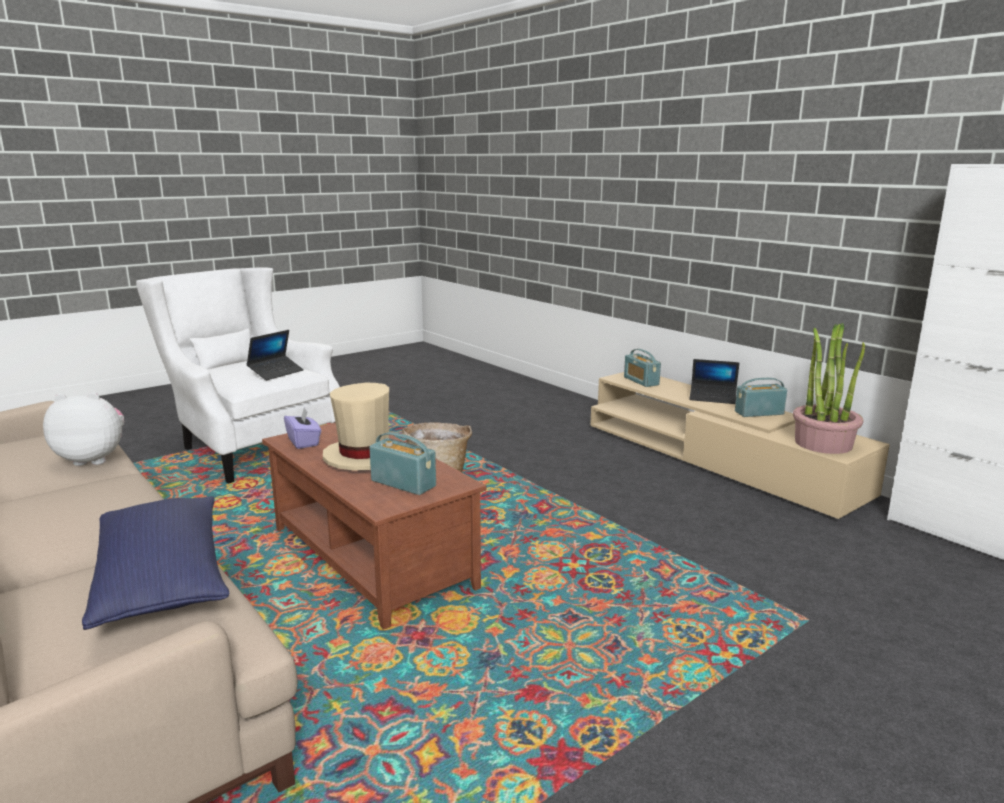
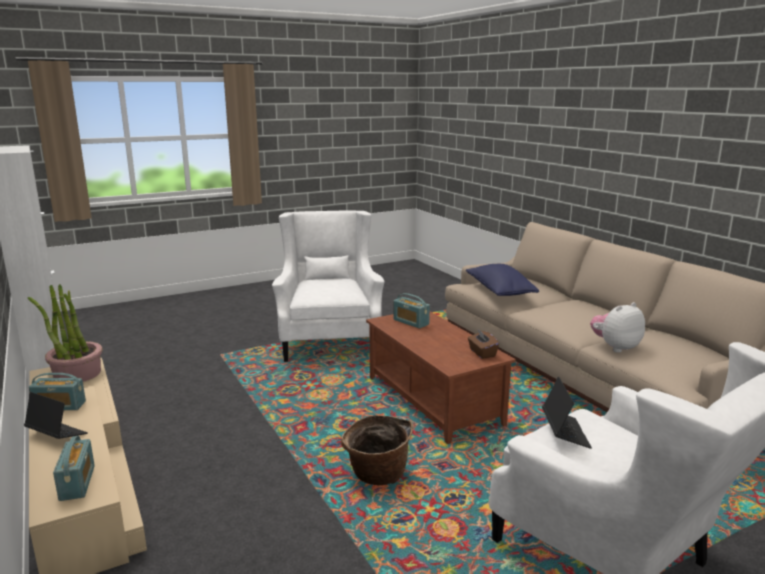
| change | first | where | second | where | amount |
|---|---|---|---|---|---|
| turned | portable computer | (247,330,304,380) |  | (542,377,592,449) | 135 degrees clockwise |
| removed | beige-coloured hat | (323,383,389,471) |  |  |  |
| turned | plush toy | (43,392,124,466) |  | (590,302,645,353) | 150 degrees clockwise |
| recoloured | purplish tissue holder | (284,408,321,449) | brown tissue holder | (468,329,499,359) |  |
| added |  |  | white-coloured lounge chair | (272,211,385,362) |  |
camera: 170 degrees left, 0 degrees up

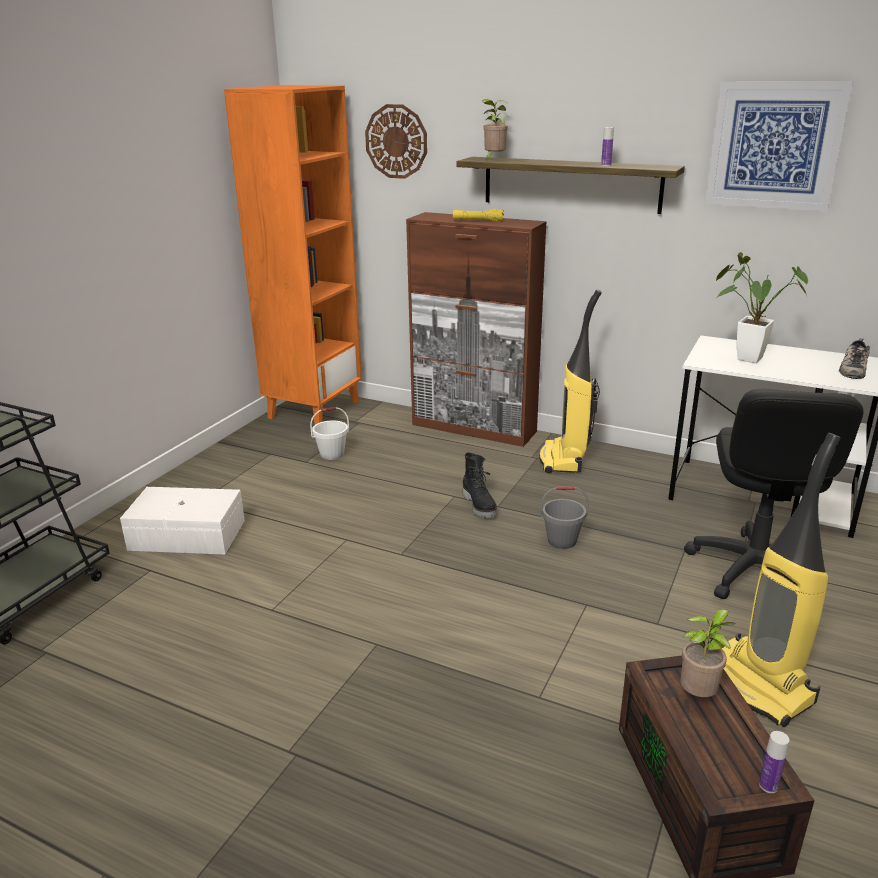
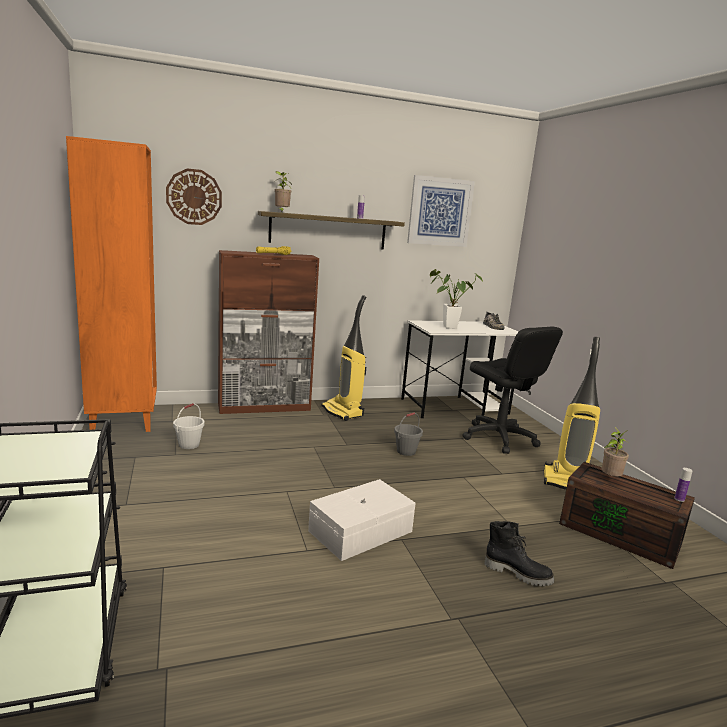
| change | first | where | second | where | amount |
|---|---|---|---|---|---|
| moved | black high-top boot | (463,452,497,518) |  | (485,521,554,586) |  |
| moved | white-coloured storage box | (120,487,245,555) |  | (308,479,416,561) |  |
camera: 45 degrees left, 10 degrees down

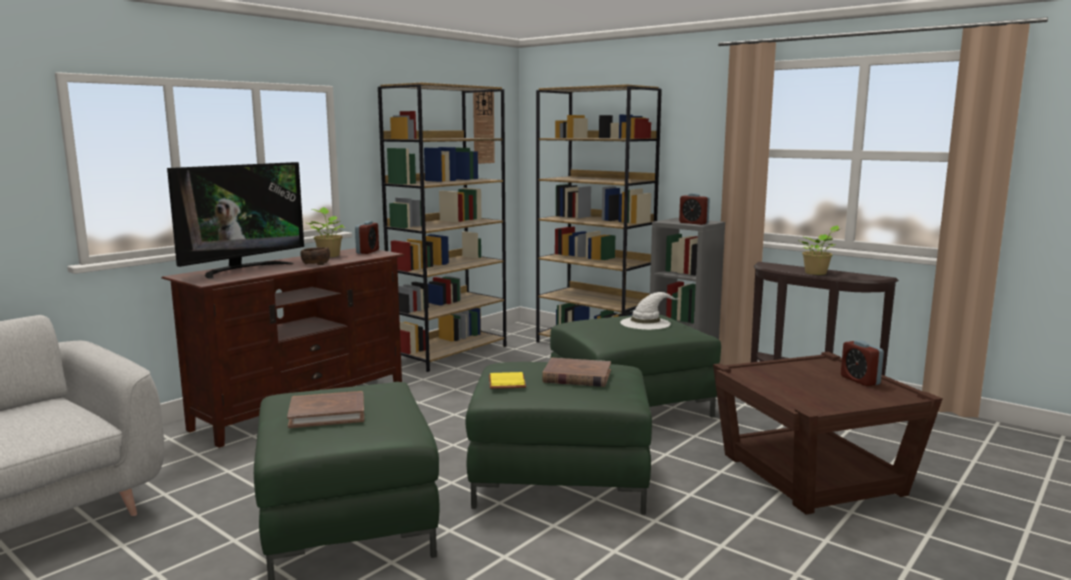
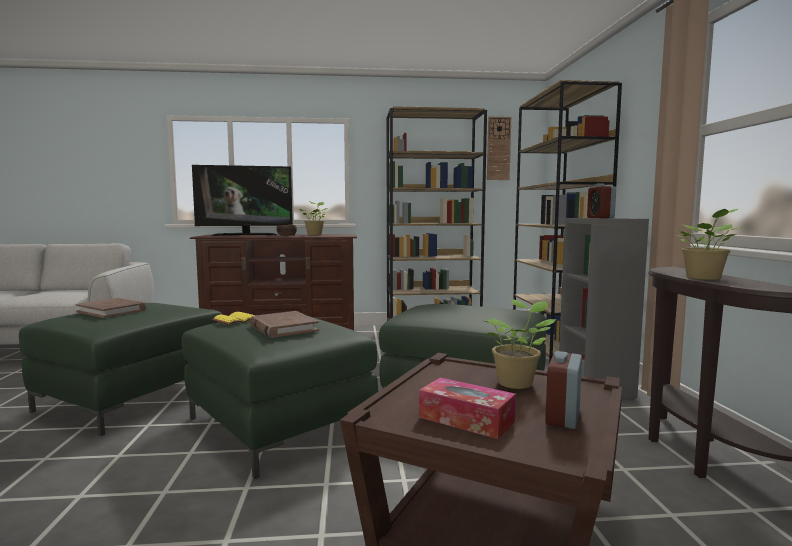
| change | first | where | second | where | amount |
|---|---|---|---|---|---|
| removed | table clock | (355,221,379,254) |  |  |  |
| removed | white-coloured hat | (620,292,680,330) |  |  |  |
| added |  |  | plant in a pot | (483,299,557,389) |  |
| added |  |  | tissue holder | (419,378,516,439) |  |
camera: 45 degrees right, 5 degrees down

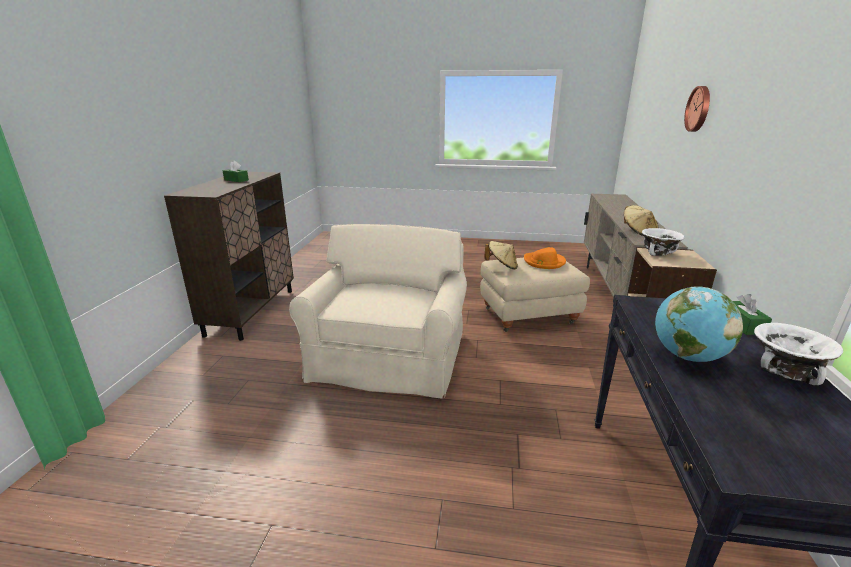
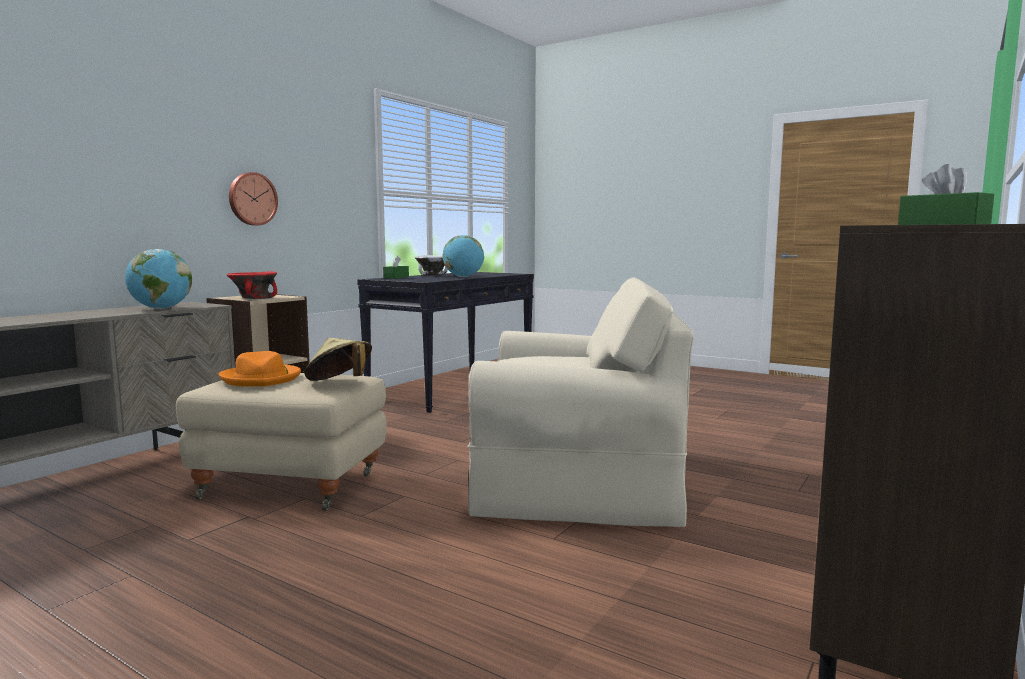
| change | first | where | second | where | amount |
|---|---|---|---|---|---|
| moved | wall clock | (684,86,710,132) |  | (229,172,278,225) |  |
| replaced | beige-coloured hat | (624,205,658,236) | world globe | (125,249,192,309) |  |
| turned | beige-coloured lounge chair | (289,224,467,399) |  | (467,277,694,527) | 120 degrees counterclockwise |
| recoloured | white-coloured serving bowl | (642,228,685,256) | reddish serving bowl | (227,271,277,299) |  |
camera: 155 degrees left, 15 degrees down

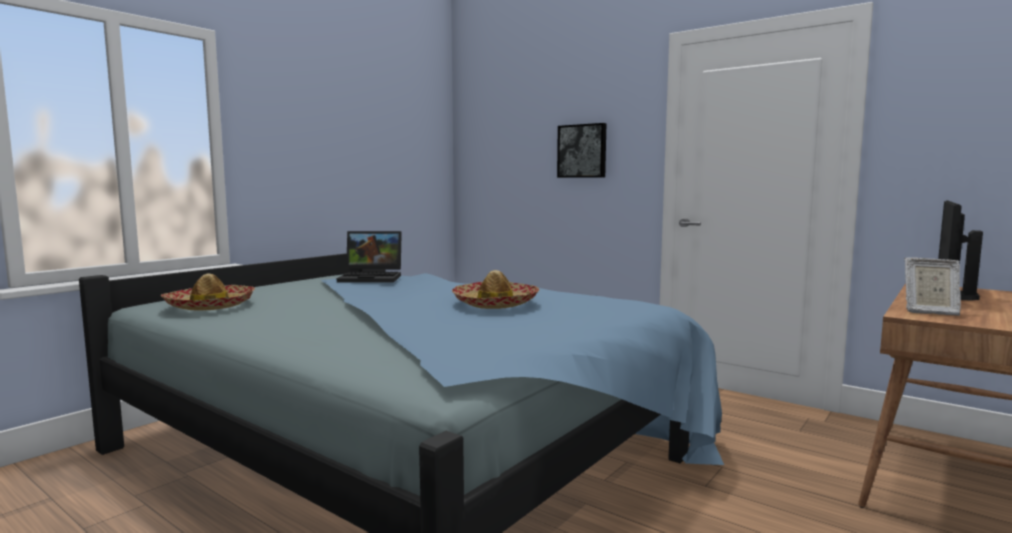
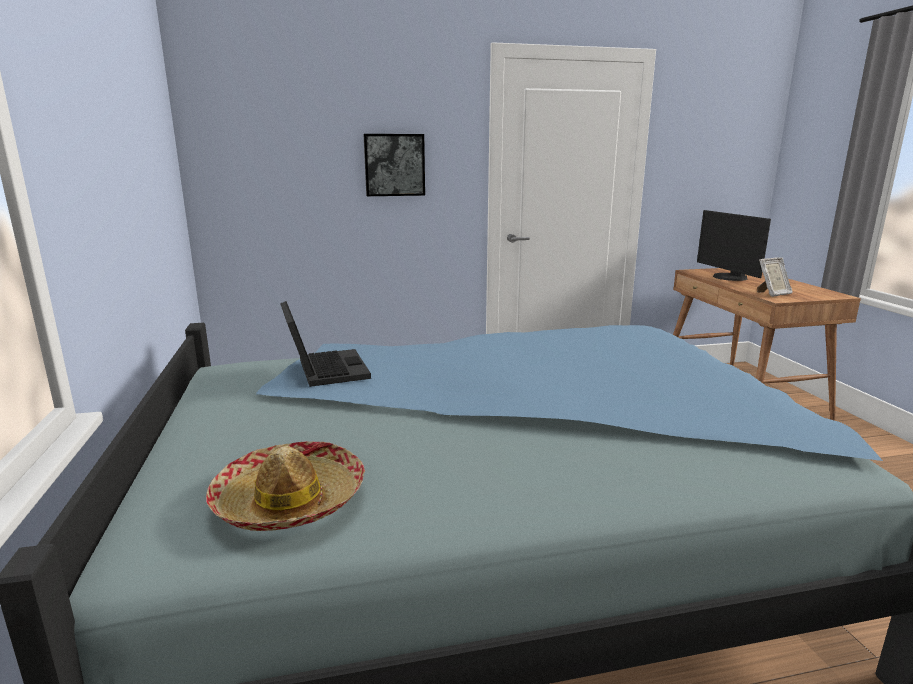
| change | first | where | second | where | amount |
|---|---|---|---|---|---|
| turned | portable computer | (337,231,402,283) |  | (280,301,371,387) | 60 degrees counterclockwise |
| removed | hat | (452,270,539,309) |  |  |  |
camera: 50 degrees left, 10 degrees up

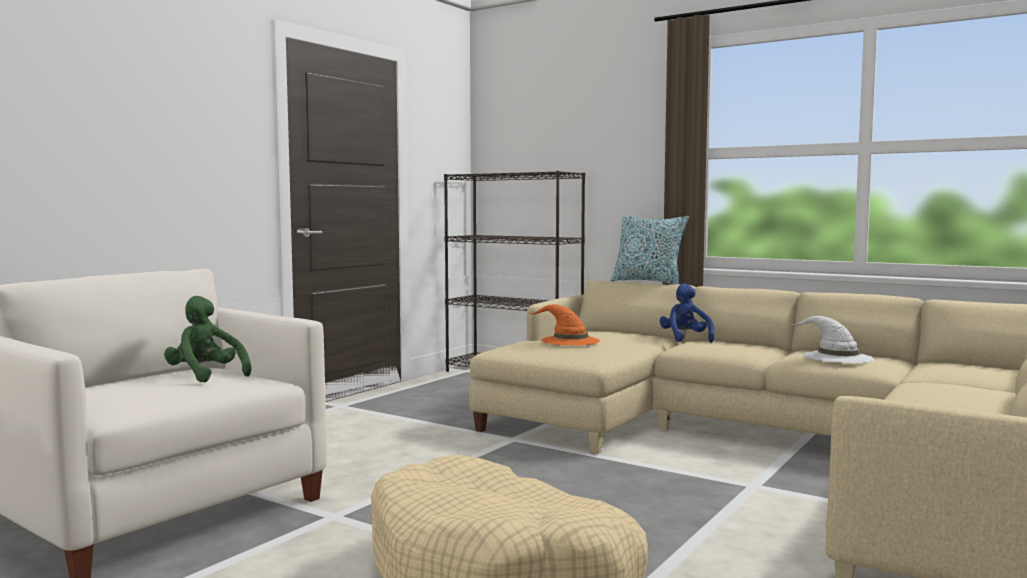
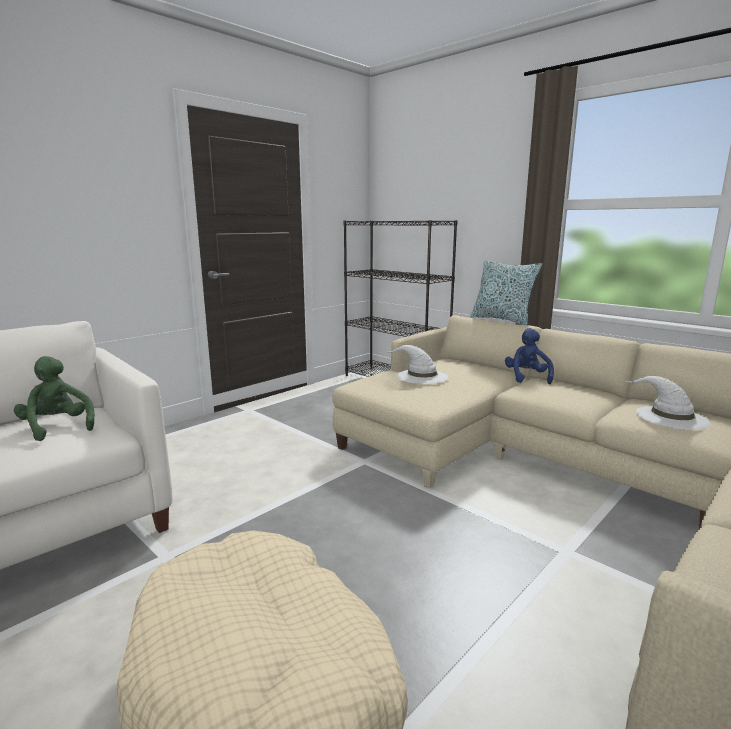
| change | first | where | second | where | amount |
|---|---|---|---|---|---|
| recoloured | orangey hat | (530,304,600,346) | white-coloured hat | (387,345,448,384) |  |
camera: 10 degrees right, 10 degrees up

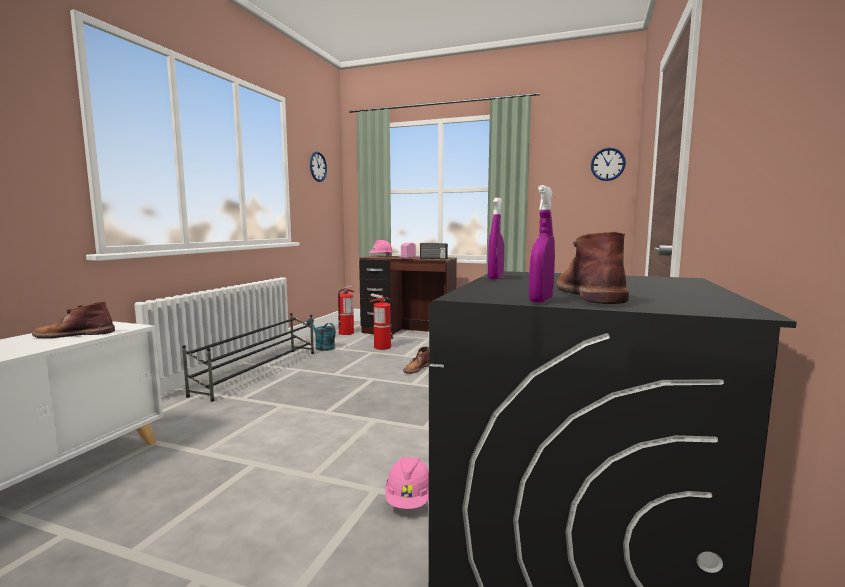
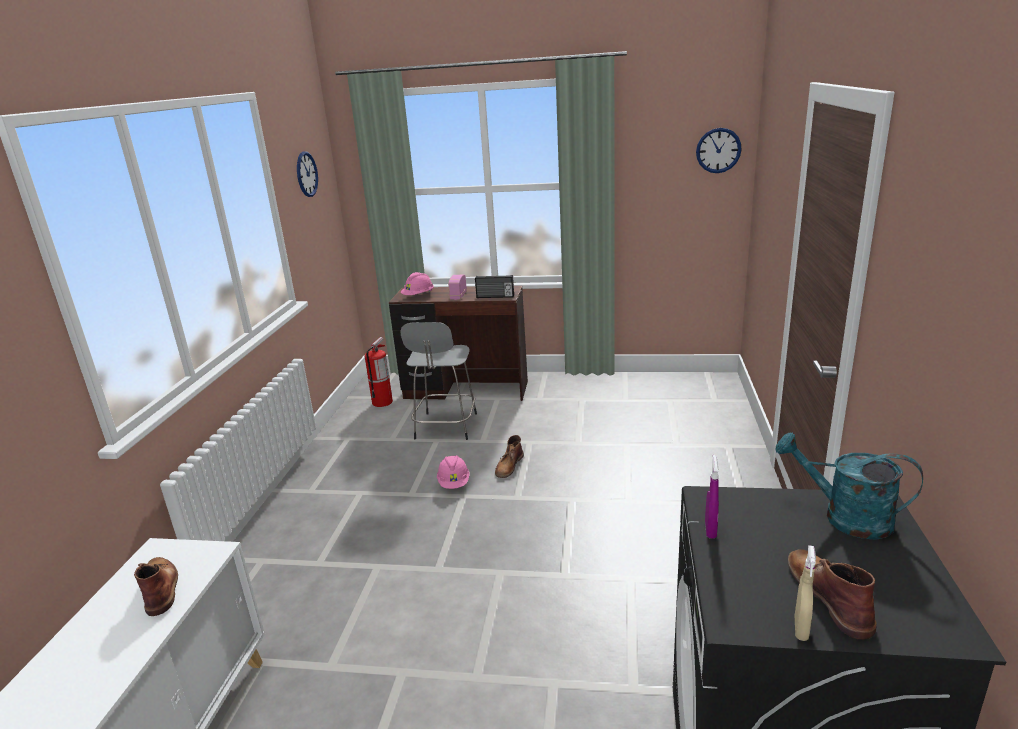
| change | first | where | second | where | amount |
|---|---|---|---|---|---|
| recoloured | purplish sprayer | (529,185,555,303) | beige-coloured sprayer | (795,545,816,641) |  |
| replaced | fire-fighting cylinder | (370,293,394,350) | greyish sitting stool | (400,322,477,440) |  |
| turned | brown high-top boot | (32,301,115,338) |  | (134,557,178,616) | 90 degrees clockwise |
| removed | black shoe rack | (182,313,314,402) |  |  |  |
| moved | turquoise-coloured sprinkling can | (306,318,336,351) |  | (775,432,923,540) |  |
| moved | pink work helmet | (385,457,429,509) |  | (437,455,470,489) |  |
camera: 10 degrees left, 15 degrees up

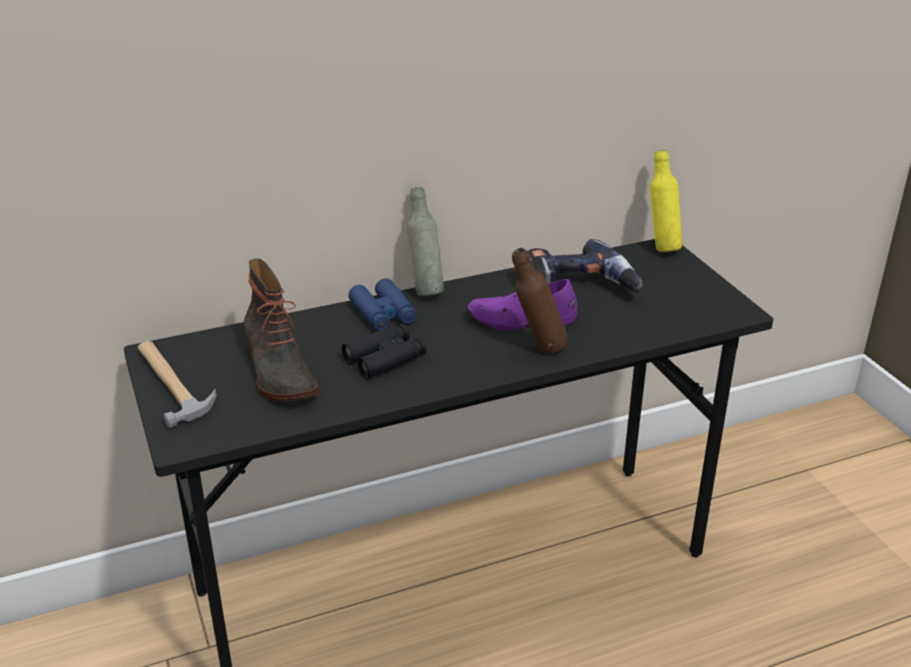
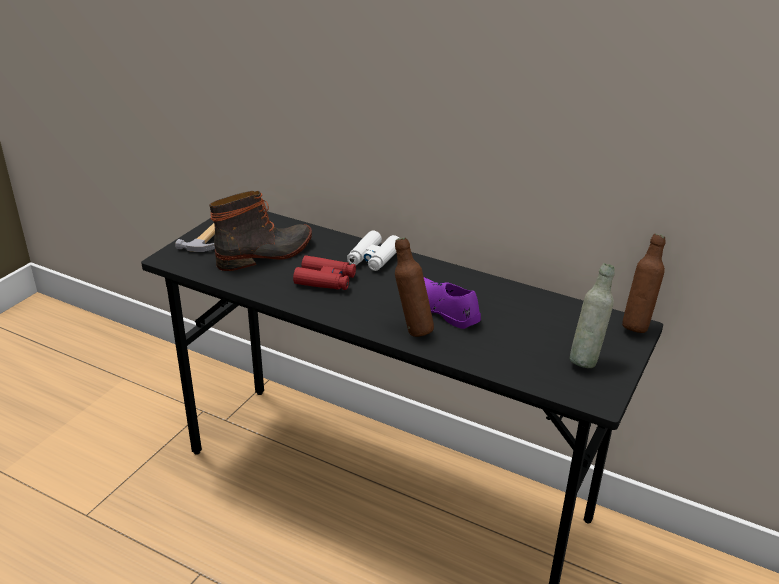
| change | first | where | second | where | amount |
|---|---|---|---|---|---|
| recoloured | yellow-coloured beverage bottle | (650,150,682,252) | brown beverage bottle | (622,234,666,333) |  |
| moved | greyish beverage bottle | (407,187,444,296) |  | (569,263,615,368) |  |
| removed | power drill | (527,239,644,292) |  |  |  |
| turned | high-top boot | (244,258,319,401) |  | (209,191,312,271) | 150 degrees counterclockwise |
| recoloured | blue-coloured binoculars | (348,278,417,331) | white-coloured binoculars | (347,231,399,271) |  |
| recoloured | black binoculars | (342,324,427,379) | reddish binoculars | (293,255,356,290) |  |
camera: 50 degrees right, 0 degrees up

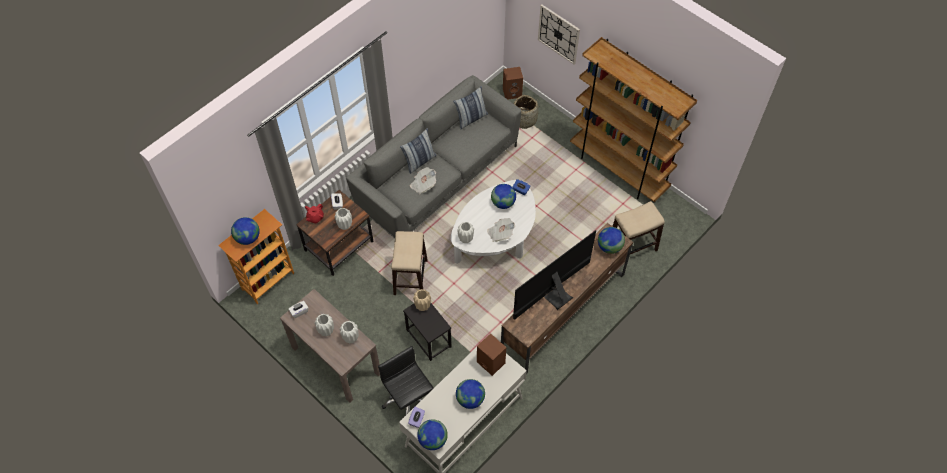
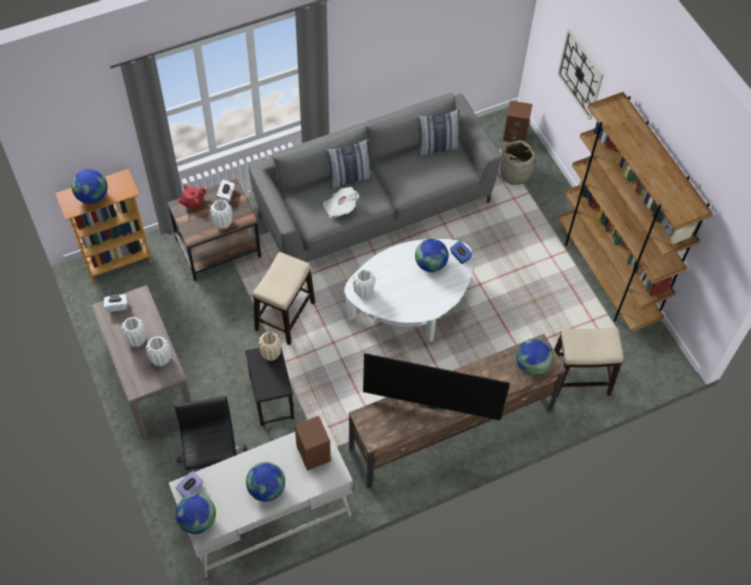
| change | first | where | second | where | amount |
|---|---|---|---|---|---|
| removed | daily paper | (487,218,515,242) |  |  |  |
| turned | television | (513,230,596,320) |  | (363,353,510,420) | 150 degrees counterclockwise |
camera: 20 degrees right, 0 degrees up

